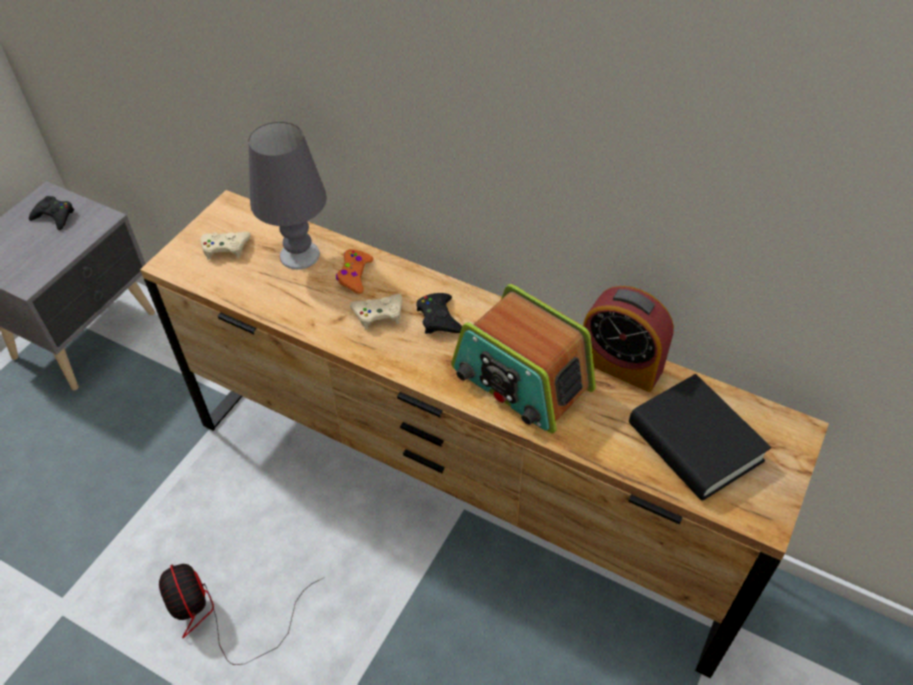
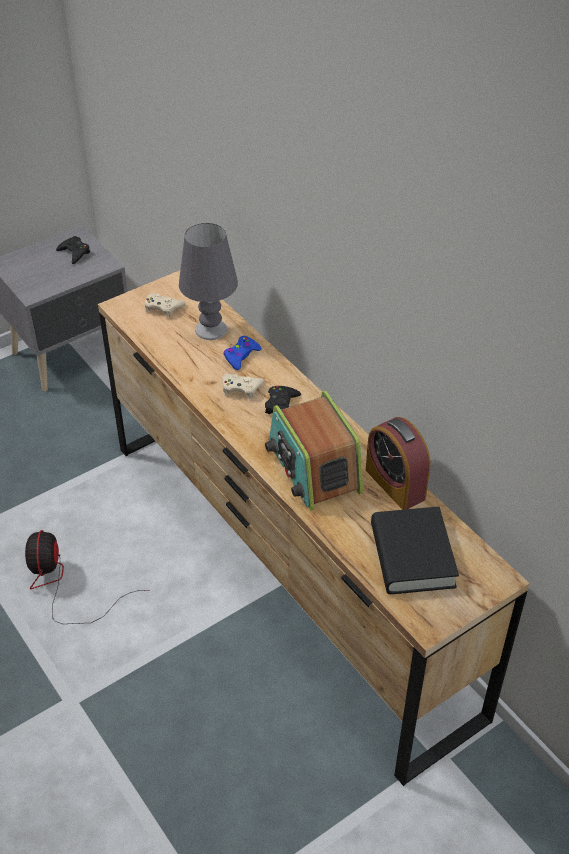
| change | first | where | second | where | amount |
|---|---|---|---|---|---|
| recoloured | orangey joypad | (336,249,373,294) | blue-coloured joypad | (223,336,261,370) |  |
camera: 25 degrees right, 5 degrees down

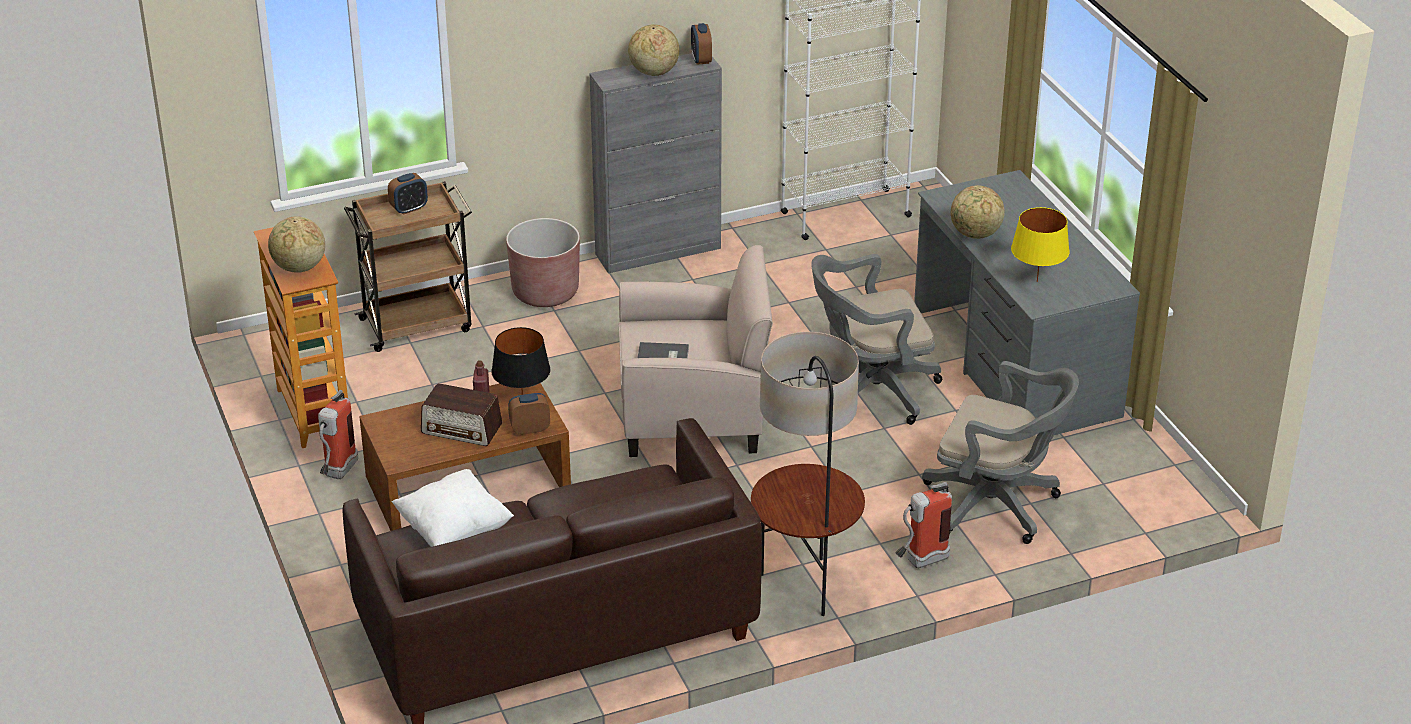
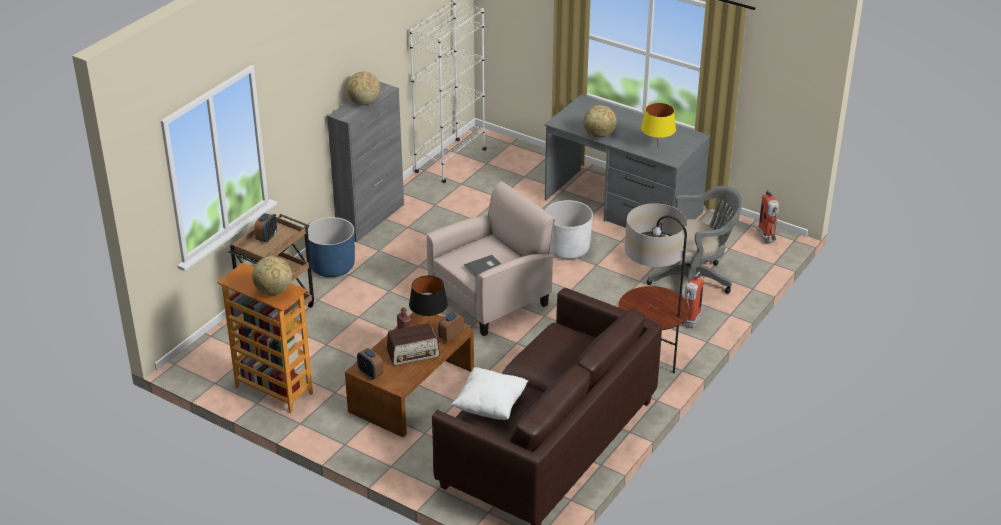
| change | first | where | second | where | amount |
|---|---|---|---|---|---|
| moved | table clock | (691,23,712,64) |  | (357,348,383,380) |  |
| recoloured | brown plant pot | (506,218,580,307) | blue-coloured plant pot | (308,217,355,277) |  |
| replaced | greyish desk chair | (811,254,942,425) | white-coloured plant pot | (545,200,593,259) |  |
| moved | fire-fighting cylinder | (318,390,358,479) |  | (757,189,779,243) |  |
camera: 35 degrees left, 0 degrees up

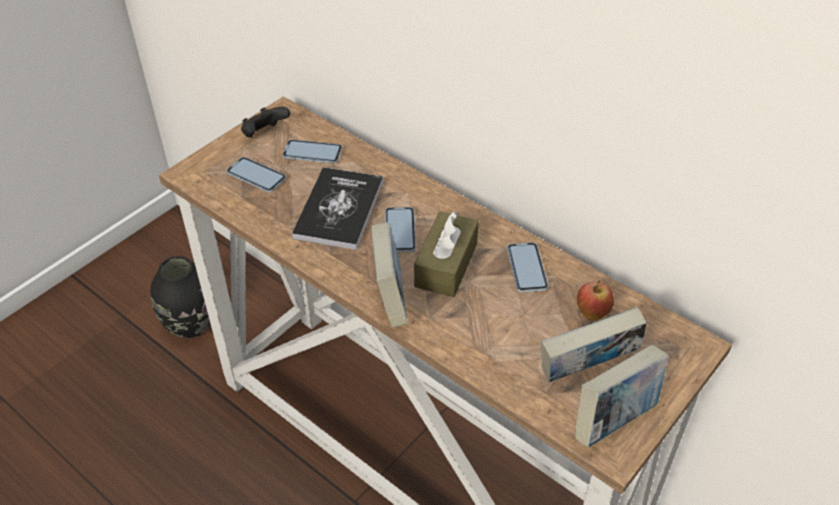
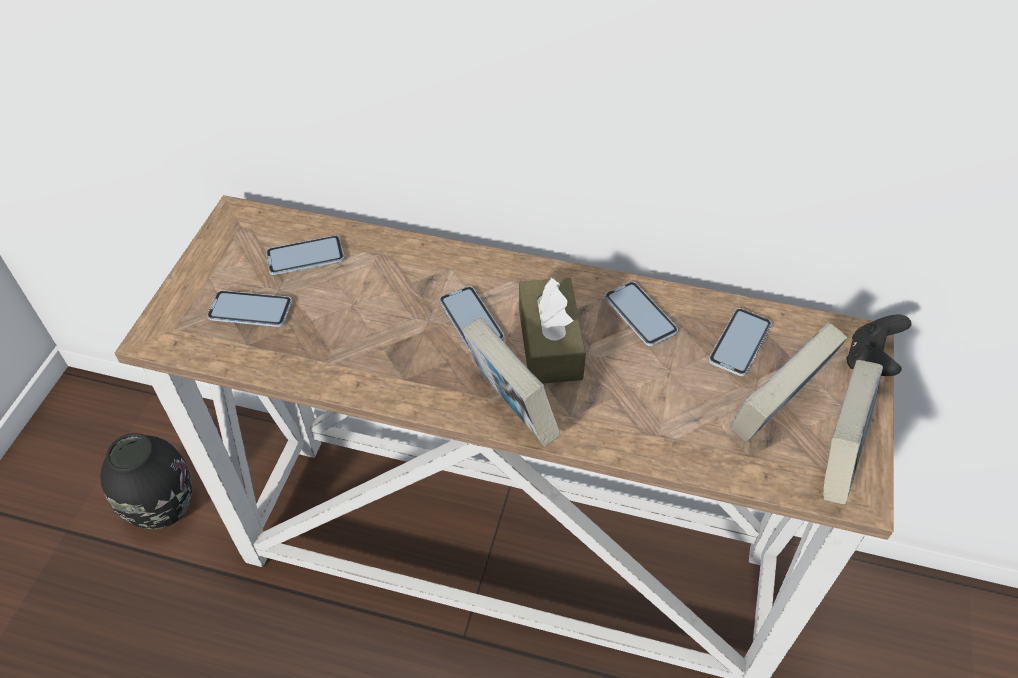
| change | first | where | second | where | amount |
|---|---|---|---|---|---|
| moved | black joypad | (241,107,290,137) |  | (847,314,911,376) |  |
| removed | book | (292,167,383,250) |  |  |  |
| replaced | apple fruit | (577,280,614,321) | phone | (708,308,772,376) |  |
camera: 25 degrees left, 5 degrees up

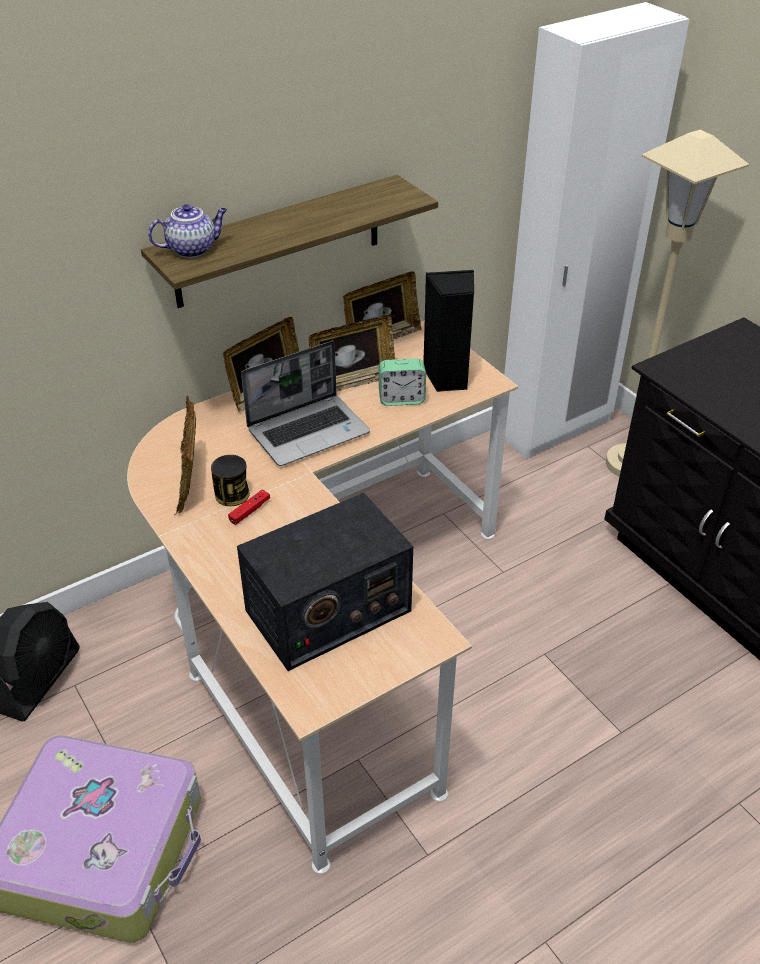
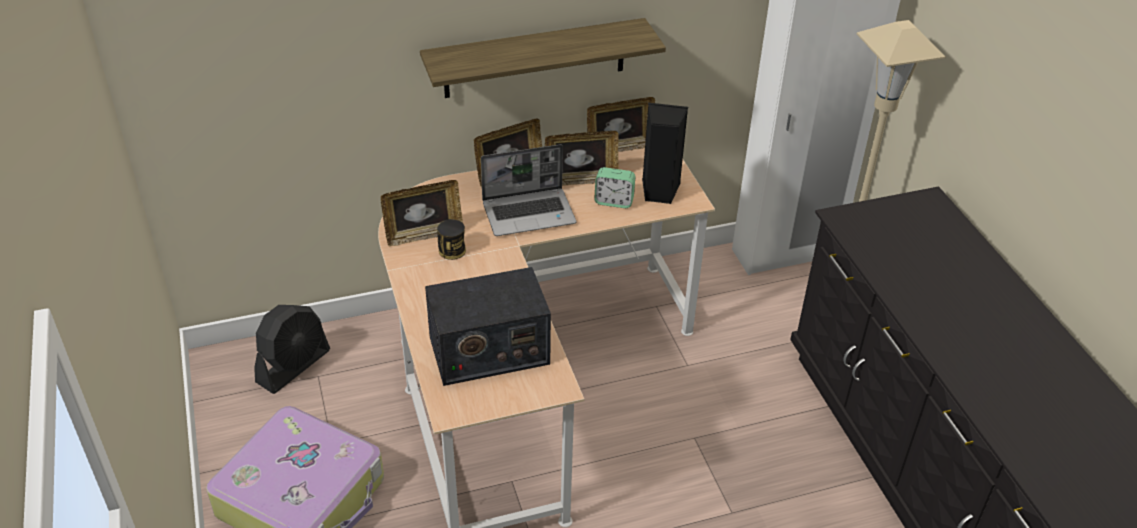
| change | first | where | second | where | amount |
|---|---|---|---|---|---|
| removed | teapot | (148,204,227,258) |  |  |  |
| turned | standing frame | (175,396,196,515) |  | (381,180,463,246) | 120 degrees counterclockwise |
| removed | reddish joypad | (228,490,270,525) |  |  |  |
camera: 15 degrees right, 0 degrees up

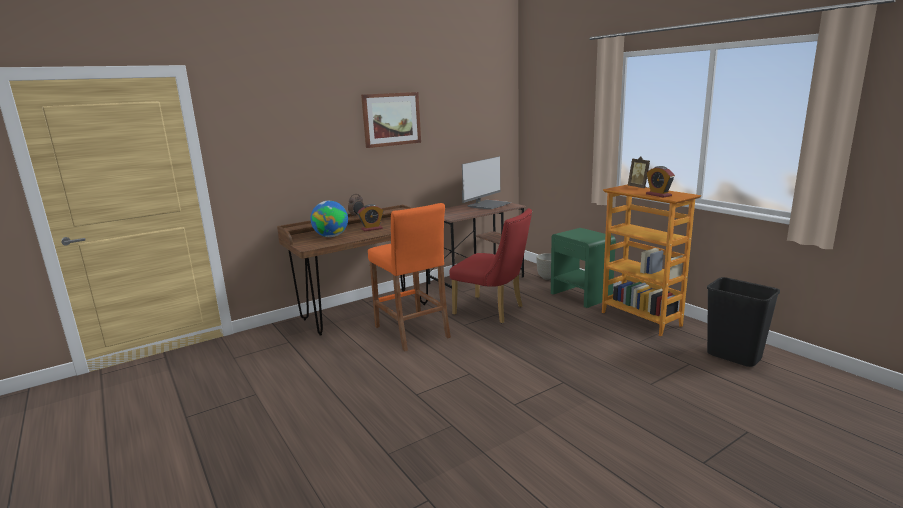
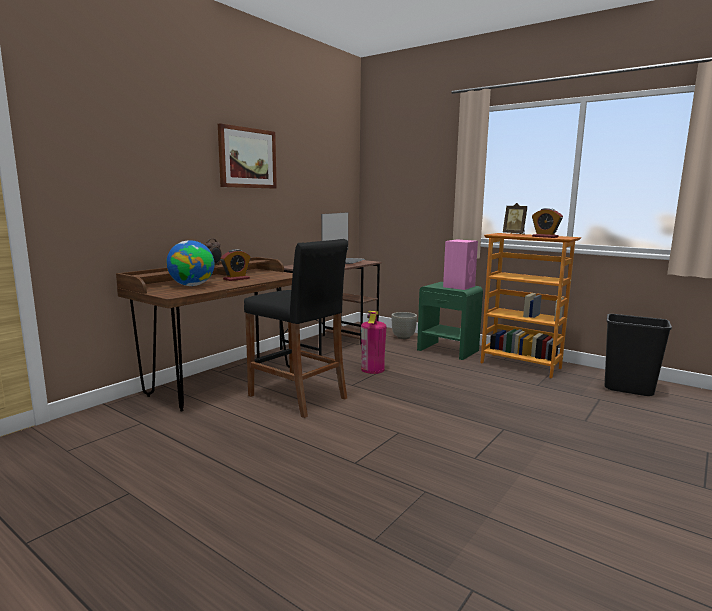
| change | first | where | second | where | amount |
|---|---|---|---|---|---|
| recoloured | orangey sitting stool | (368,203,451,352) | black sitting stool | (244,239,348,418) |  |
| replaced | reddish upright chair | (449,208,532,323) | fire-fighting cylinder | (361,311,386,374) |  |
| added |  |  | pink audio speaker | (443,239,478,290) |  |
camera: 20 degrees left, 5 degrees down

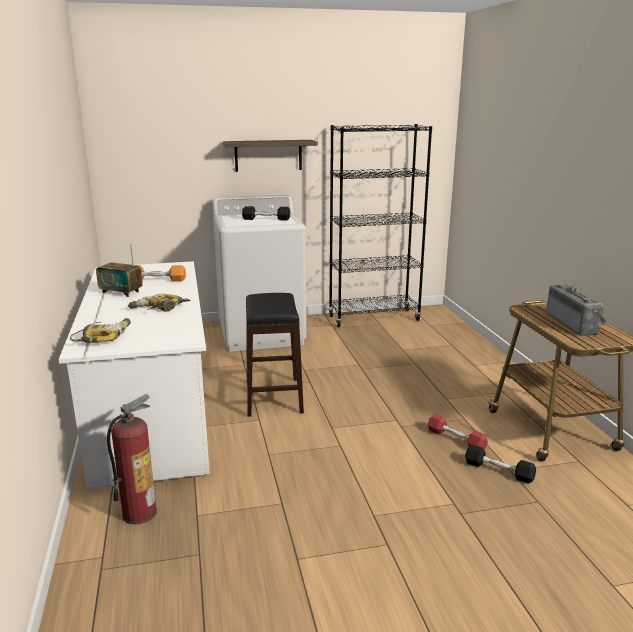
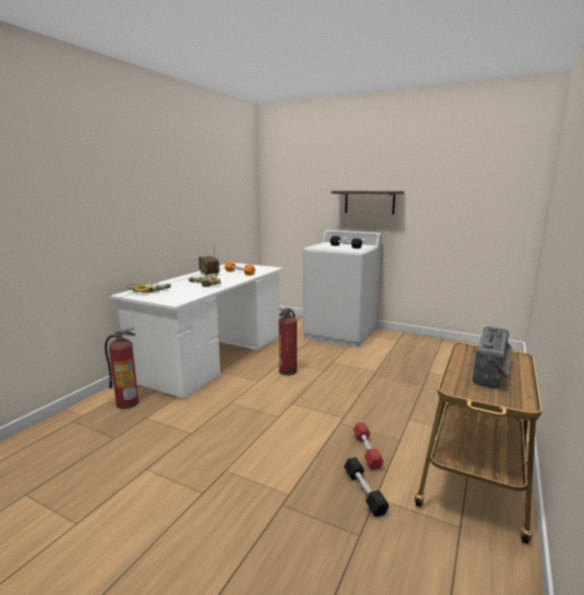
| change | first | where | second | where | amount |
|---|---|---|---|---|---|
| removed | black bookcase | (328,124,432,327) |  |  |  |
| replaced | black sitting stool | (246,293,304,417) | fire-fighting cylinder | (279,308,297,375) |  |
camera: 40 degrees right, 5 degrees down

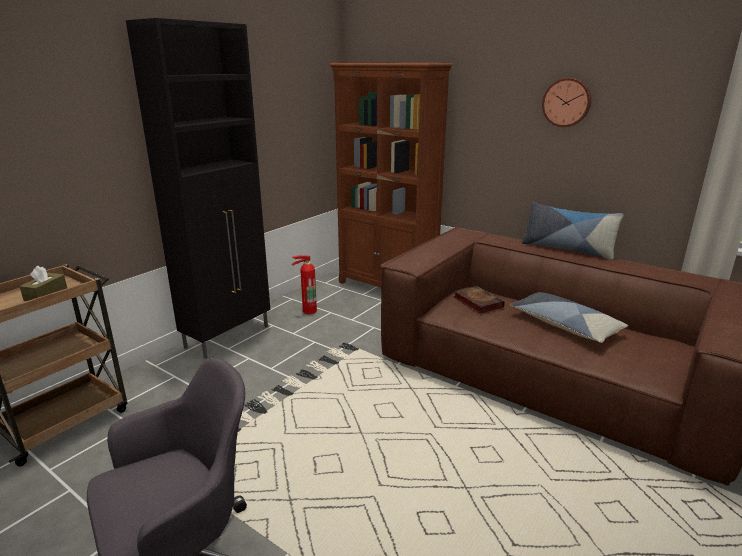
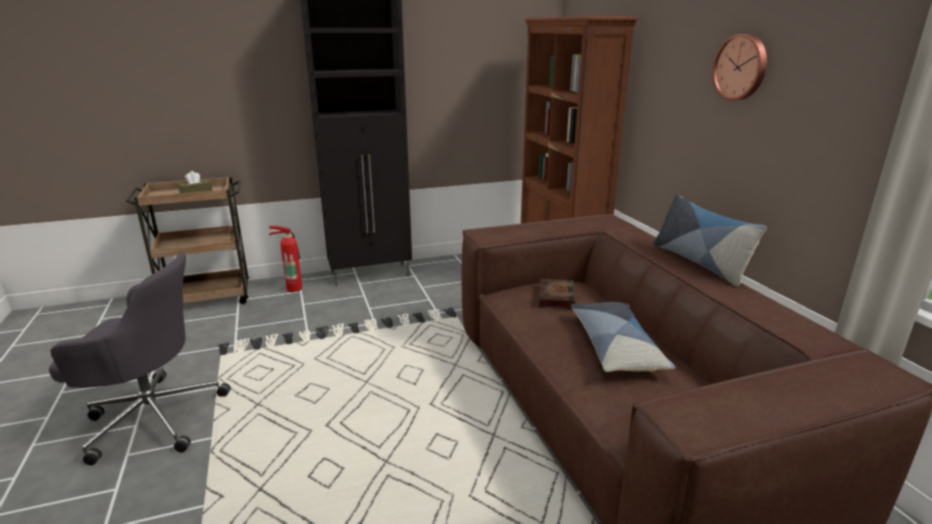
| change | first | where | second | where | amount |
|---|---|---|---|---|---|
| moved | fire-fighting cylinder | (292,255,317,314) |  | (269,226,302,292) |  |
camera: 35 degrees right, 0 degrees up

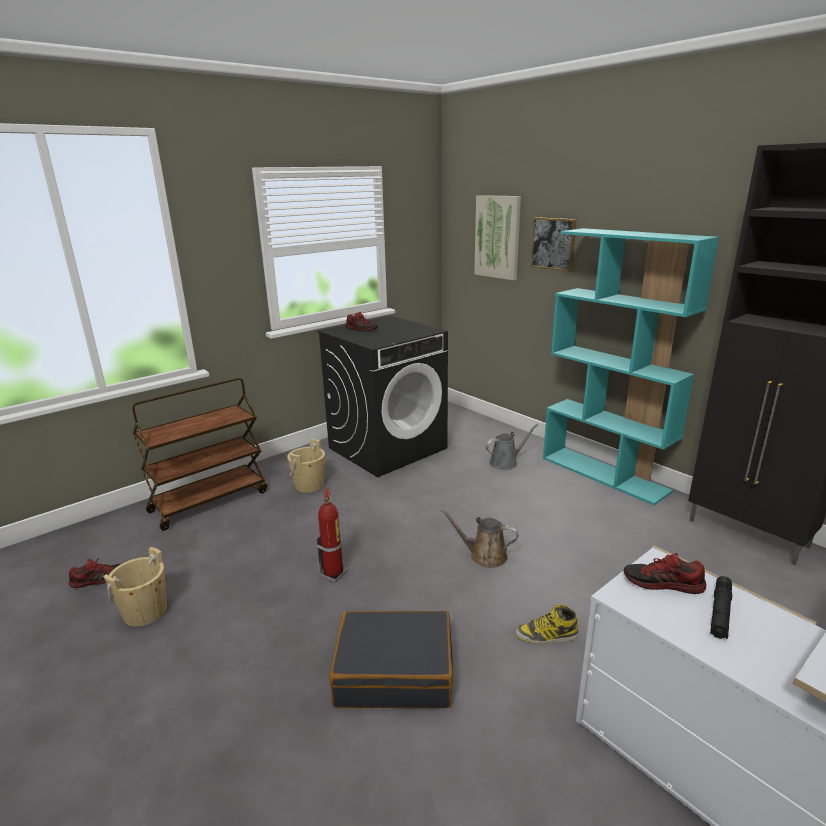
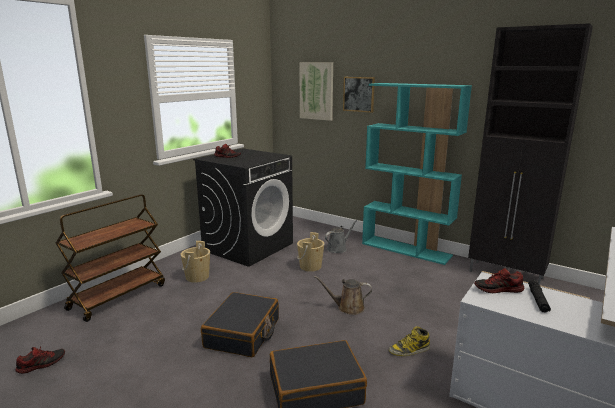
| change | first | where | second | where | amount |
|---|---|---|---|---|---|
| replaced | fire-fighting cylinder | (316,489,347,583) | black piece of luggage | (201,292,279,357) |  |
| moved | beige-coloured water bucket | (103,547,167,627) |  | (297,232,324,272) |  |
camera: 15 degrees left, 5 degrees down

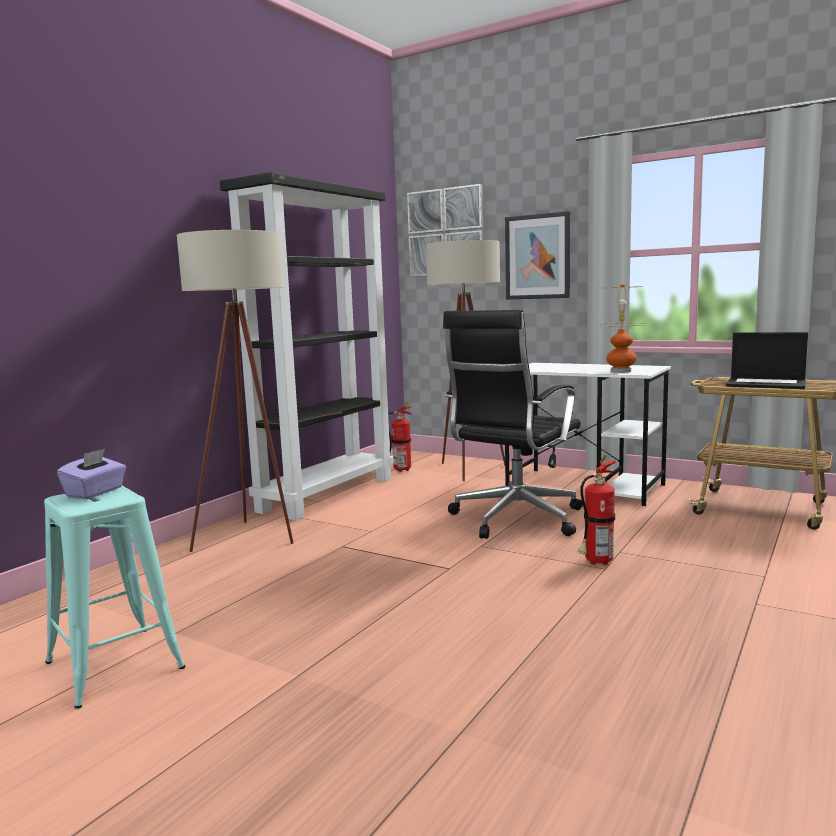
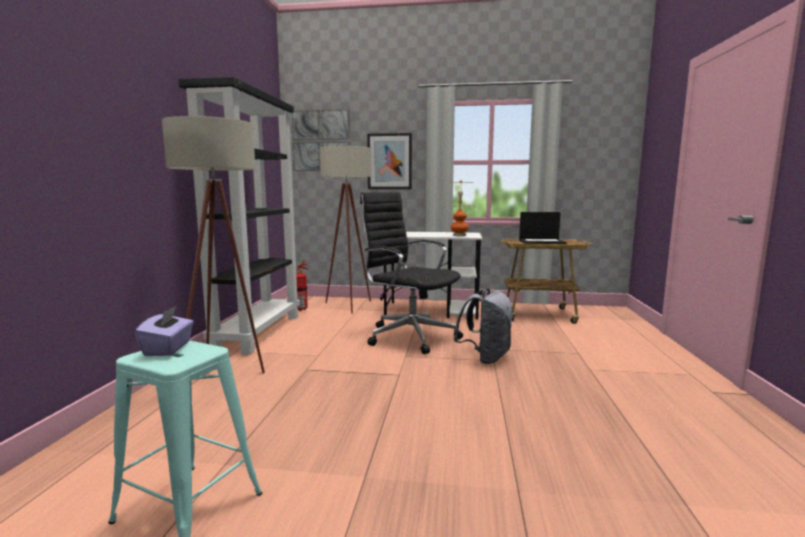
| change | first | where | second | where | amount |
|---|---|---|---|---|---|
| turned | black desk chair | (443,310,583,539) |  | (360,192,463,354) | 120 degrees clockwise |
| replaced | fire-fighting cylinder | (578,455,616,565) | greyish rucksack | (454,289,514,364) |  |
camera: 25 degrees left, 0 degrees up

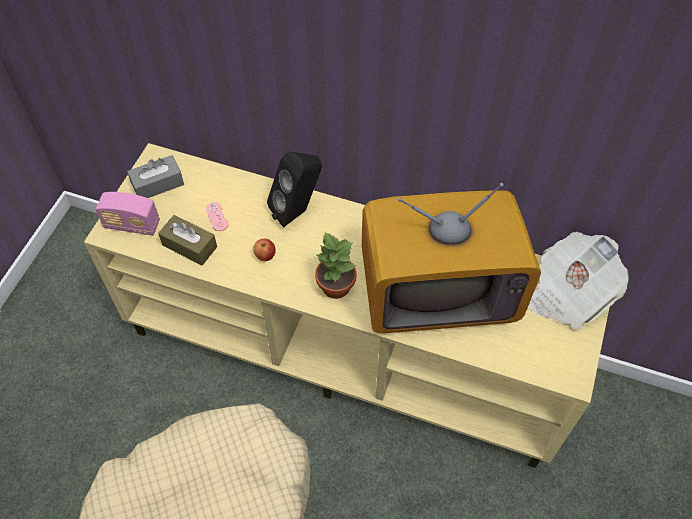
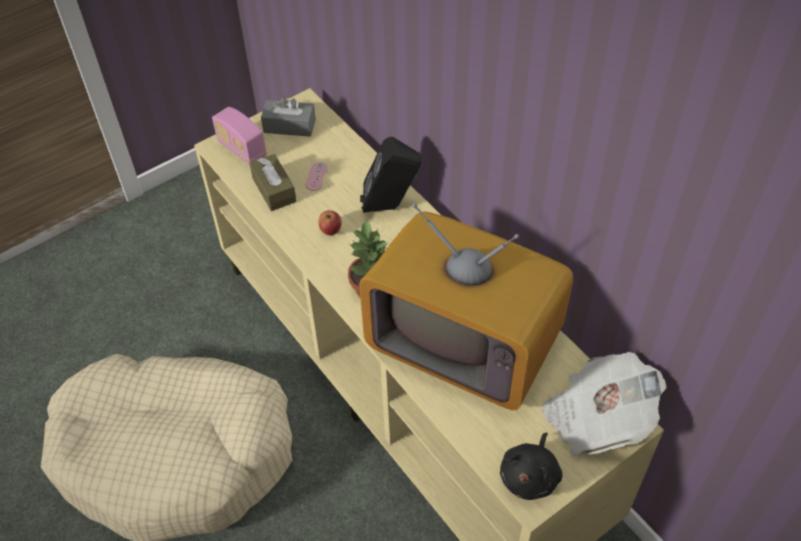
| change | first | where | second | where | amount |
|---|---|---|---|---|---|
| added |  |  | black plush toy | (500,433,562,500) |  |
camera: 35 degrees right, 5 degrees down

